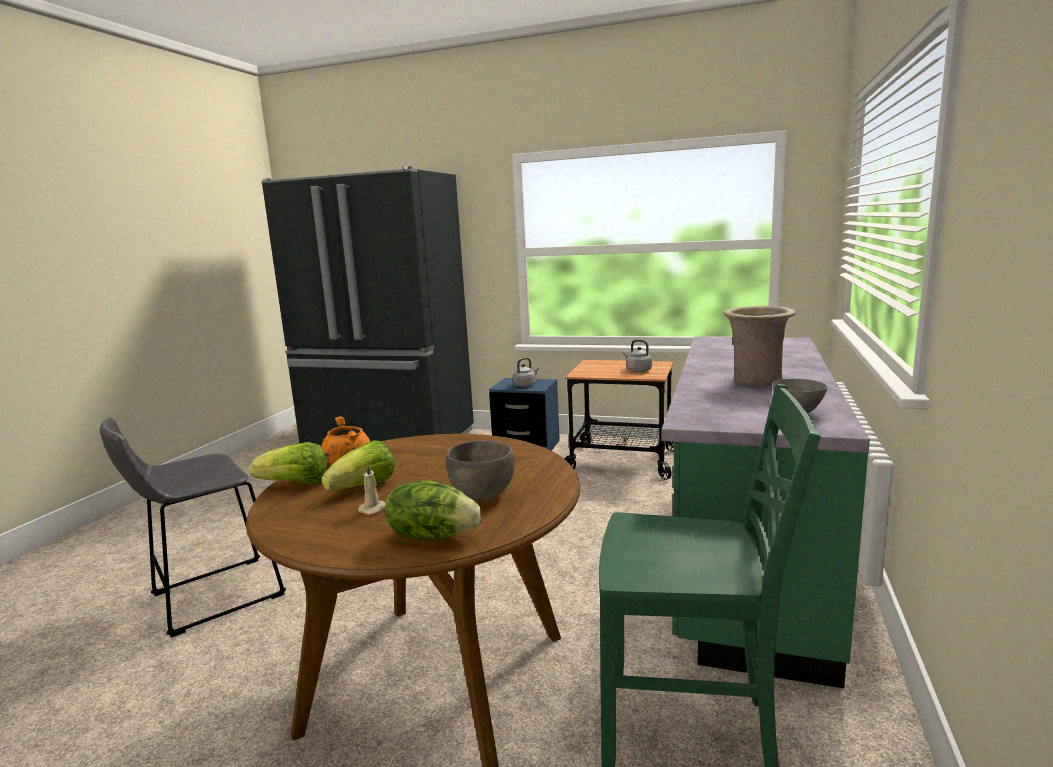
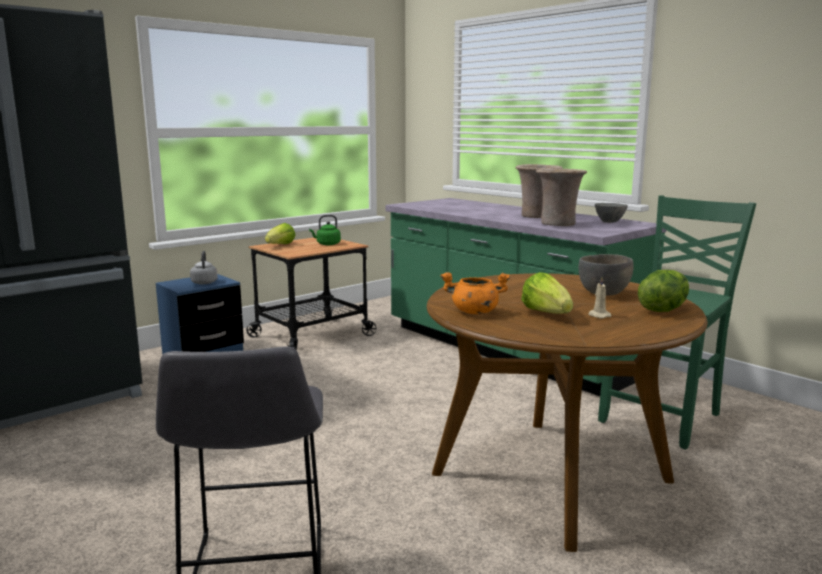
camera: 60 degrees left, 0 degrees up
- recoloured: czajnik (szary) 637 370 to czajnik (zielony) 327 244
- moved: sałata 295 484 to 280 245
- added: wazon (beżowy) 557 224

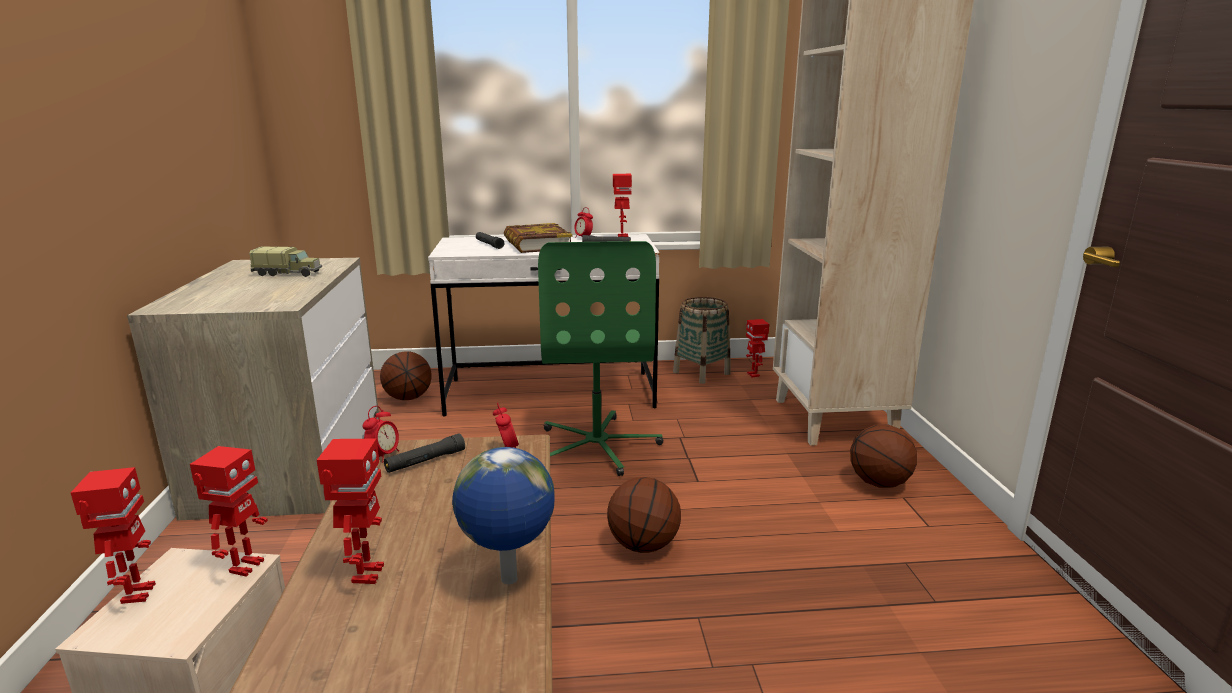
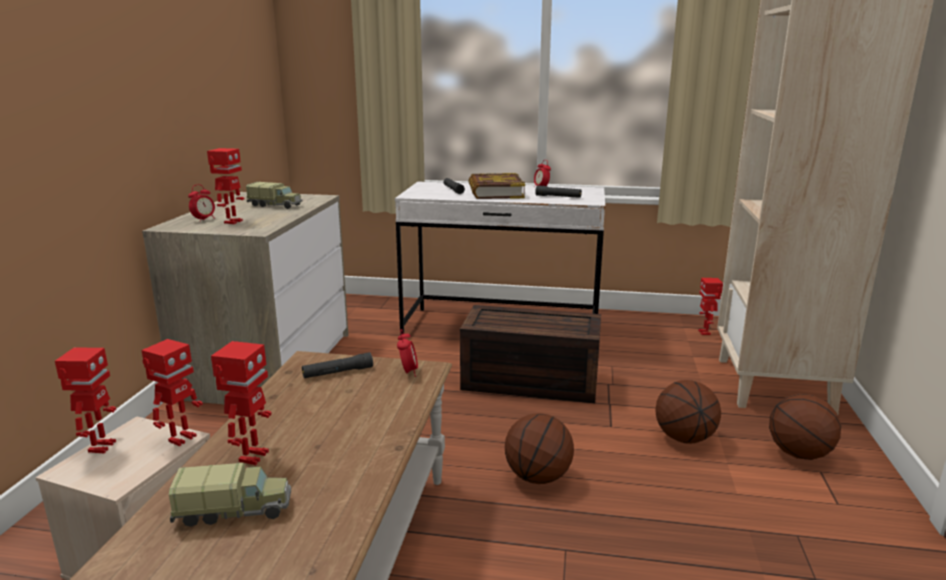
camera: 15 degrees right, 0 degrees up
- moved: robot zabawkowy 622 236 to 232 222
- replaced: krzesło biurowe (zielony) 598 445 to pojemnik do przechowywania (brązowy) 528 382
- removed: koszyk 701 373
- moved: piłka do koszykówki 408 398 to 684 437
- moved: budzik 384 456 to 204 220
- removed: globus 509 580
- added: ciężarówka zabawkowa 234 510

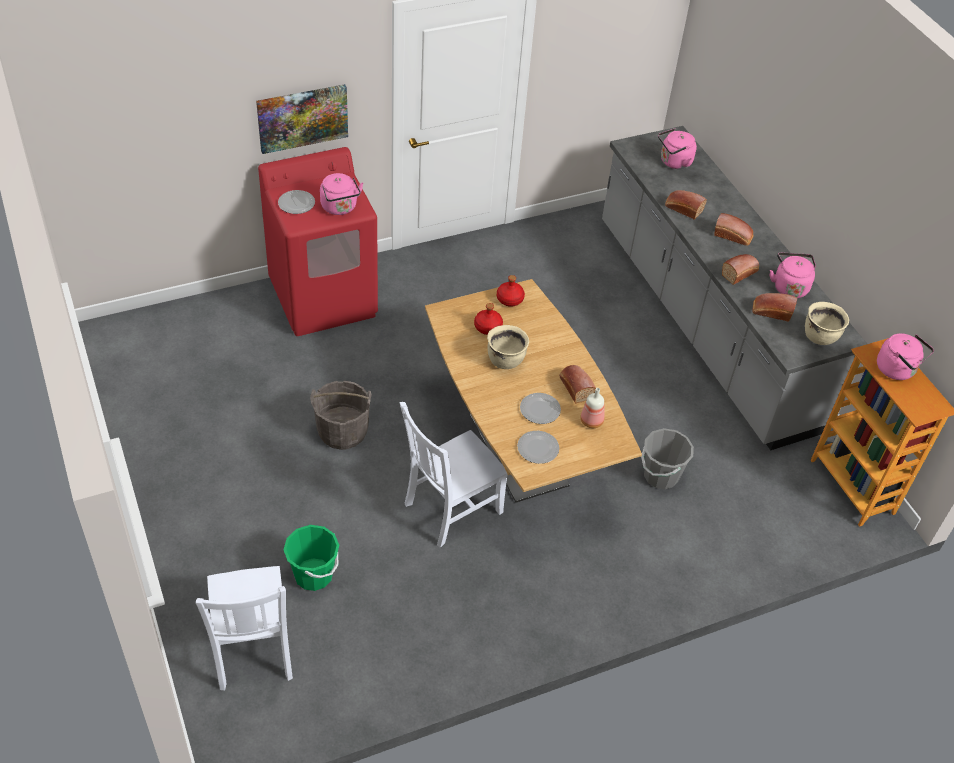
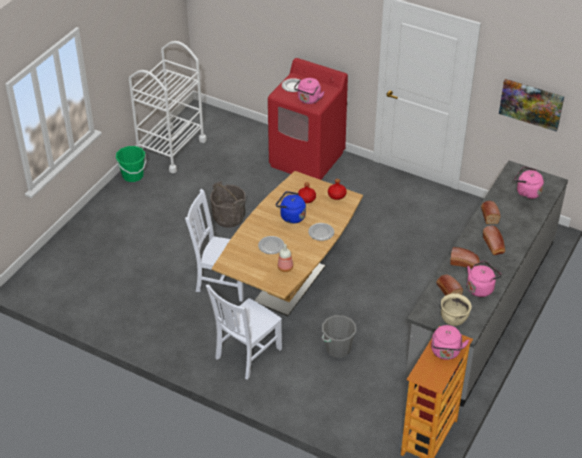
camera: 55 degrees right, 5 degrees down
- moved: obraz 302 117 to 531 104
- replaced: garnek (beżowy) 505 360 to czajnik (niebieski) 291 216
- removed: chleb 575 387
- moved: talerz 538 448 to 321 233
- moved: wiadro (zielony) 313 575 to 133 175
- moved: krzesło (biały) 253 650 to 246 354
- added: wózek (biały) 171 149

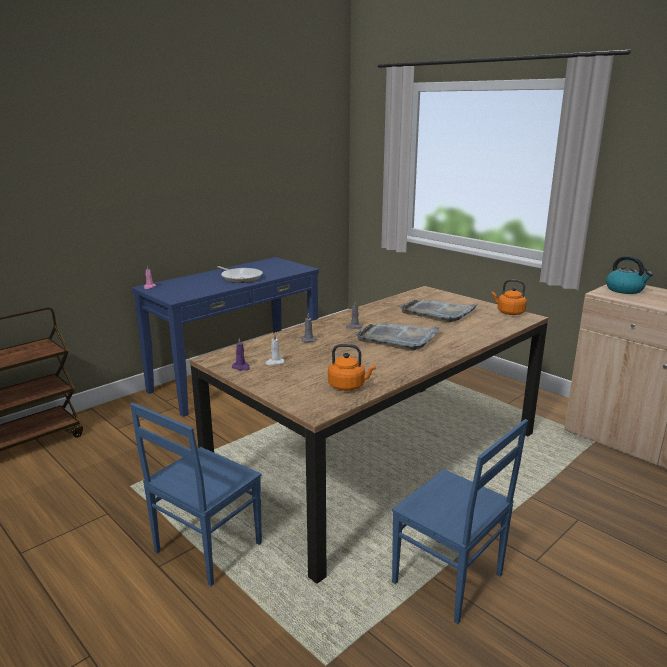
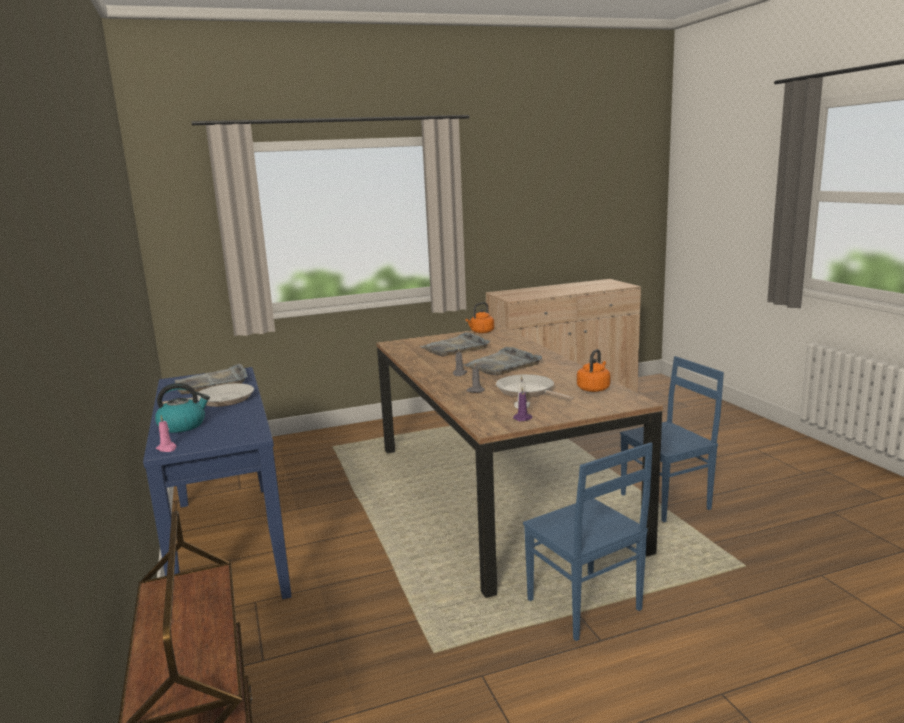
camera: 65 degrees left, 5 degrees down
- moved: czajnik 625 290 to 183 425
- added: taca (szary) 212 382
- added: patelnia 527 391

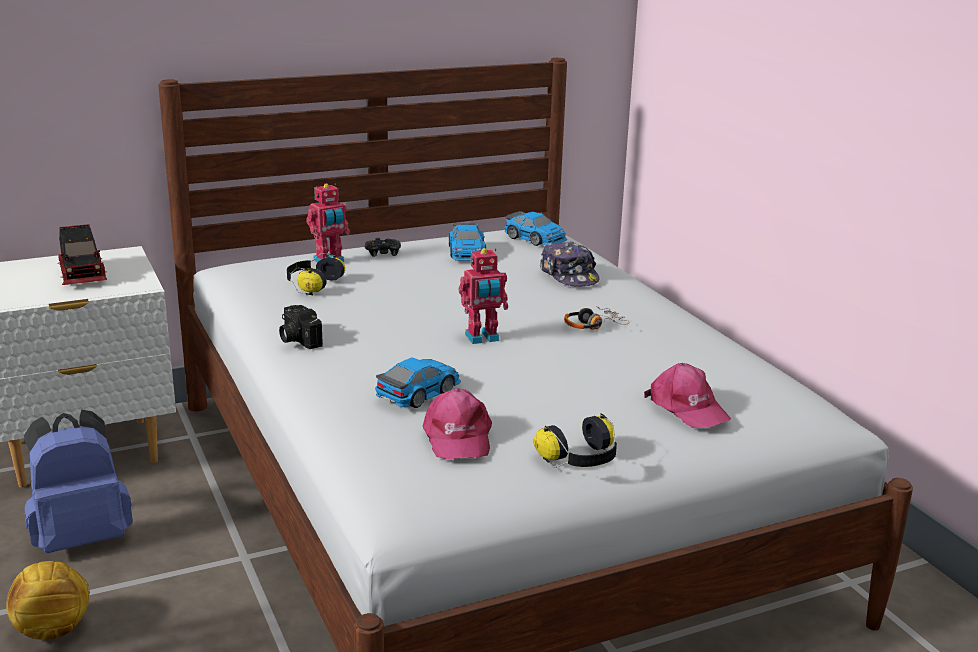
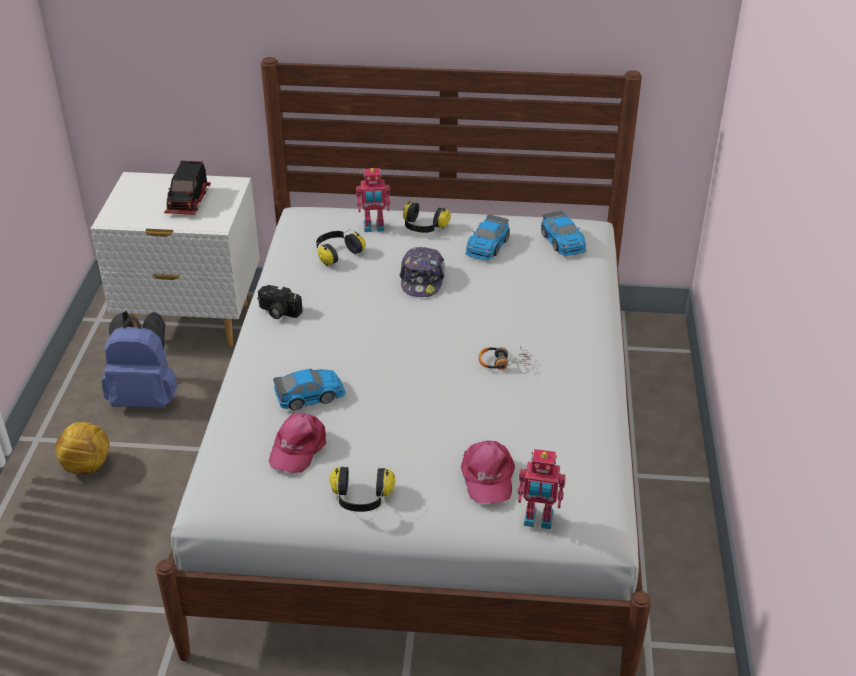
camera: 30 degrees right, 15 degrees up
- replaced: pad do gier (czarny) 383 252 to słuchawki 423 227
- moved: czapka z daszkiem 569 275 to 422 280
- moved: robot zabawkowy 482 338 to 538 520
- turned: aparat fotograficzny 297 339 = 278 312 60 degrees counterclockwise

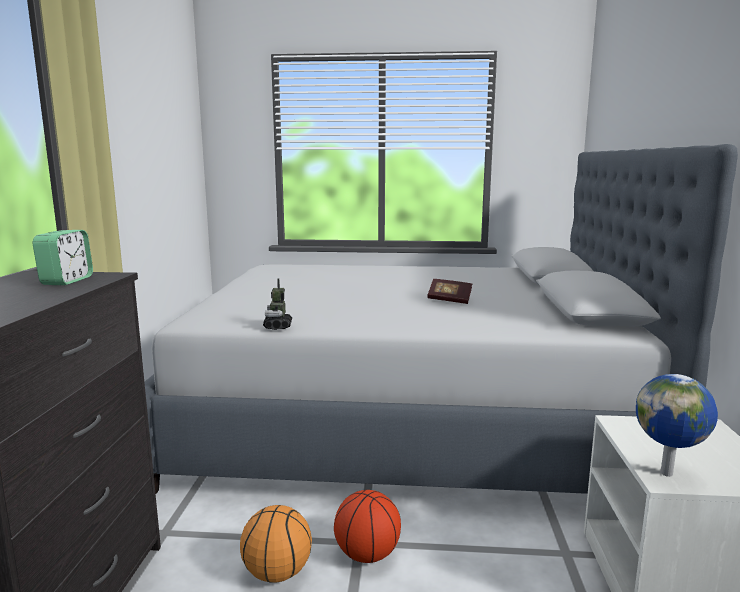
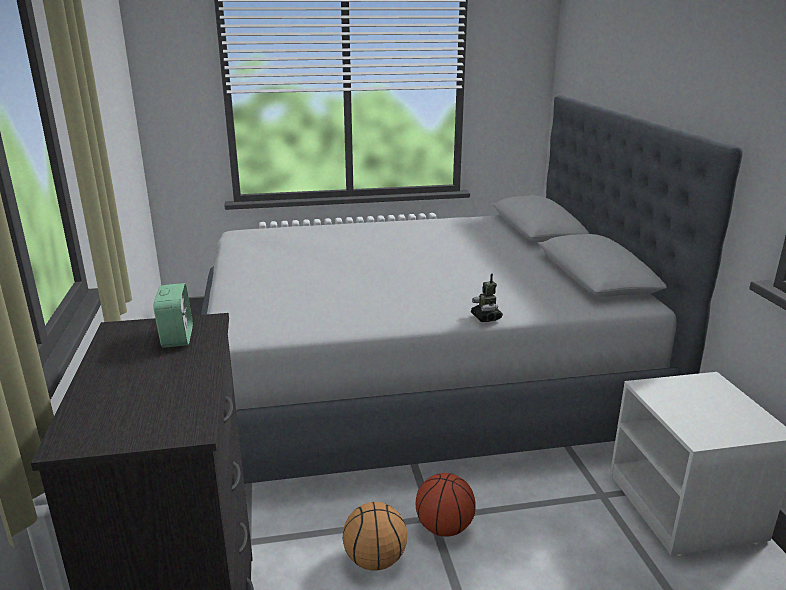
camera: 15 degrees left, 10 degrees up
- moved: robot zabawkowy 278 326 to 486 317
- removed: książka 449 300
- removed: globus 668 473

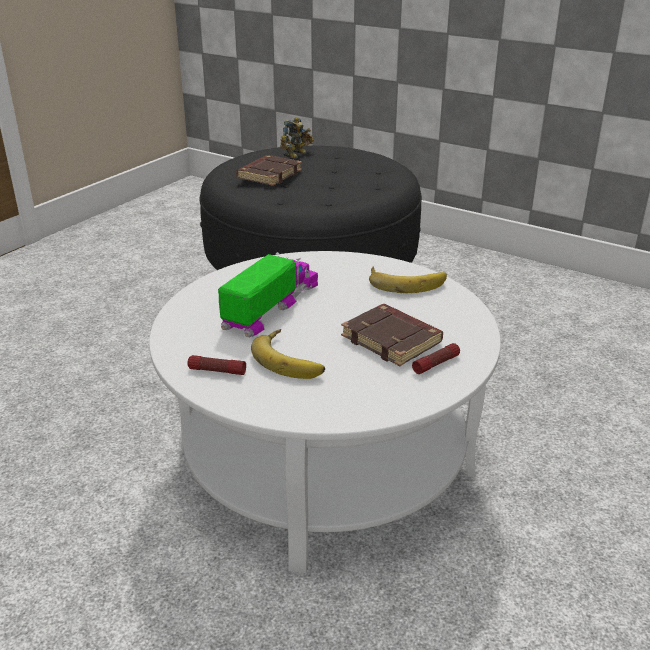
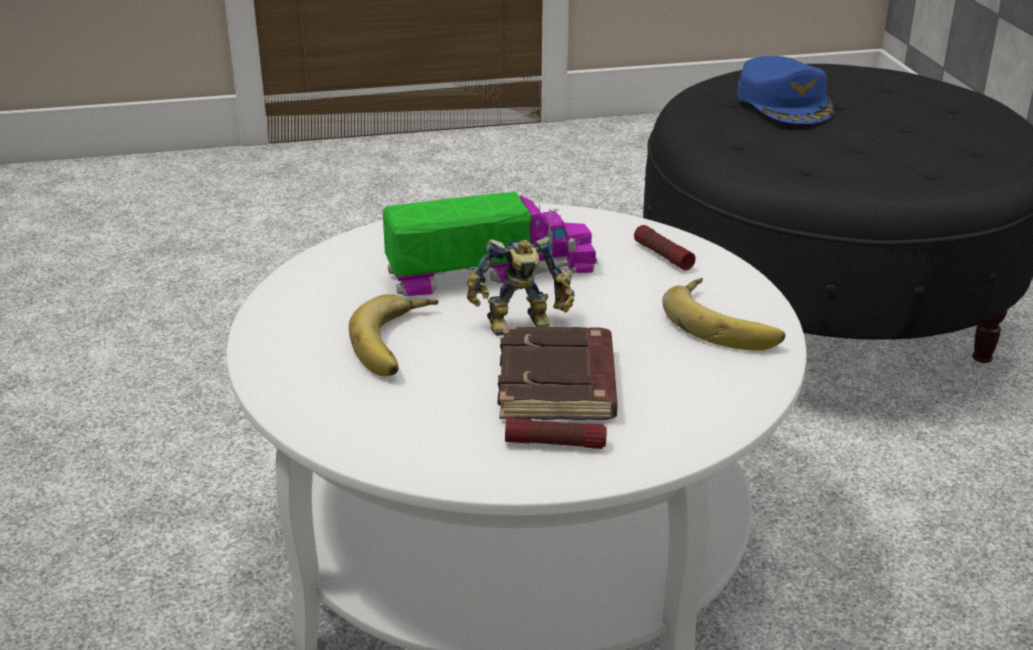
camera: 45 degrees right, 0 degrees up
- moved: robot zabawkowy 297 154 to 522 325
- replaced: książka (brązowy) 269 175 to czapka z daszkiem (niebieski) 785 102
- moved: latarka 217 371 to 662 256

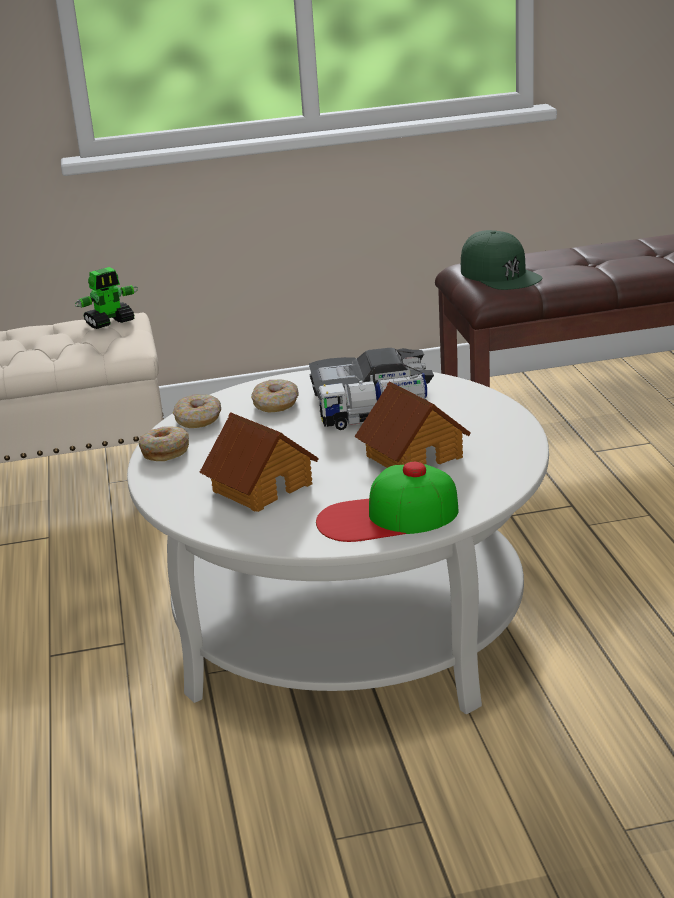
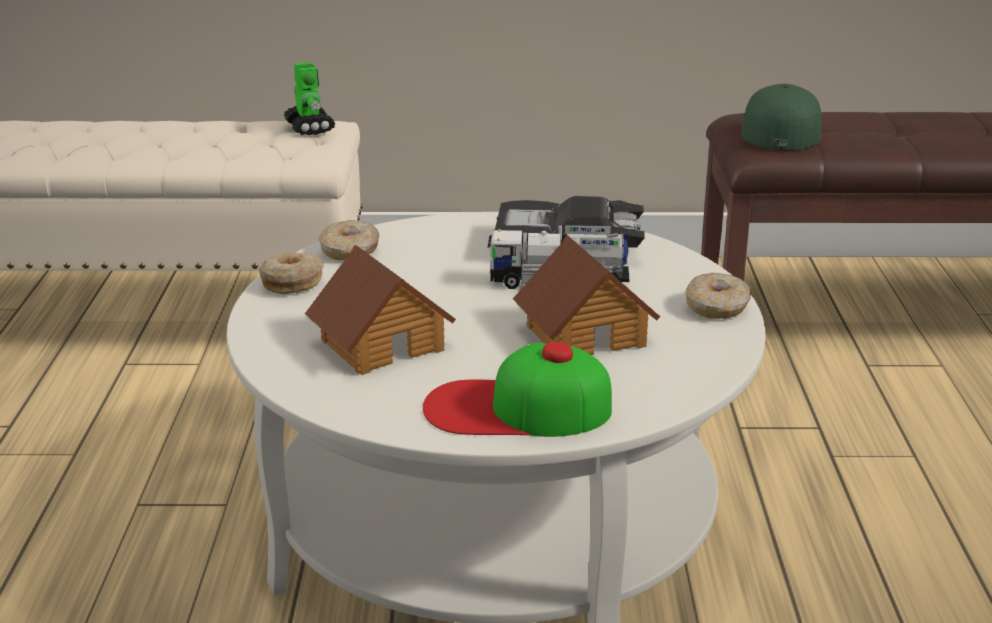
camera: 10 degrees right, 0 degrees up
- turned: czapka z daszkiem (zielony) 500 274 = 780 131 150 degrees counterclockwise
- turned: robot zabawkowy 110 322 = 309 127 90 degrees counterclockwise
- moved: donut 276 404 to 717 307

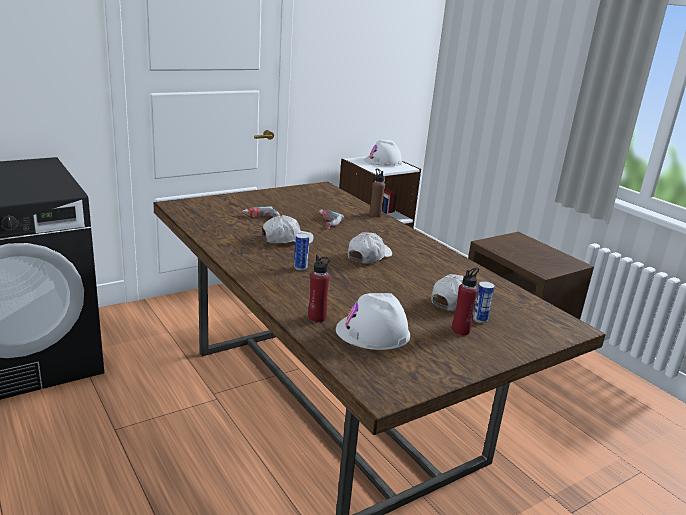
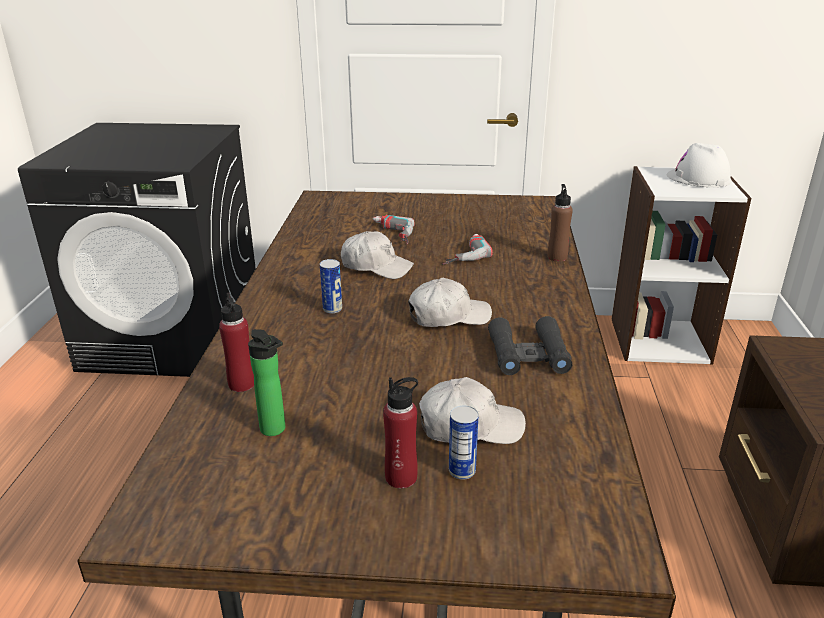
camera: 40 degrees right, 5 degrees up
- replaced: kask (biały) 373 332 to butelka 275 430
- added: lornetka (czarny) 528 354

